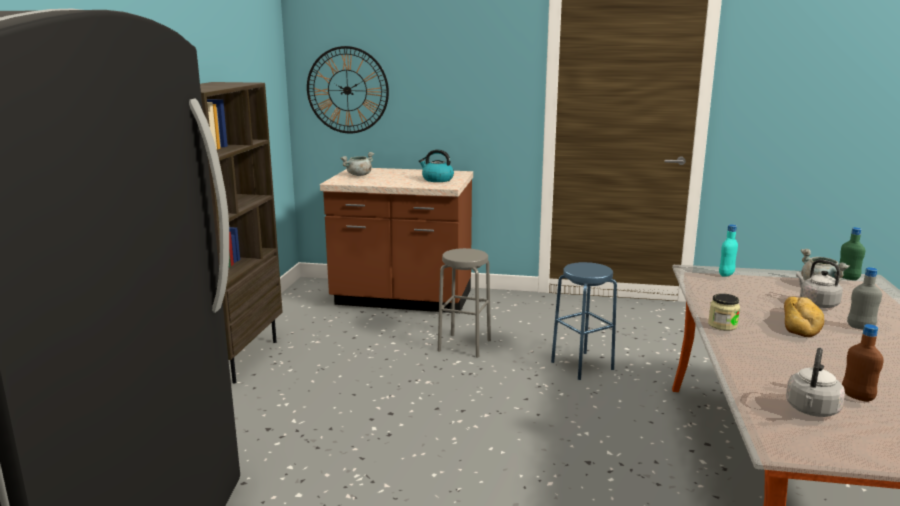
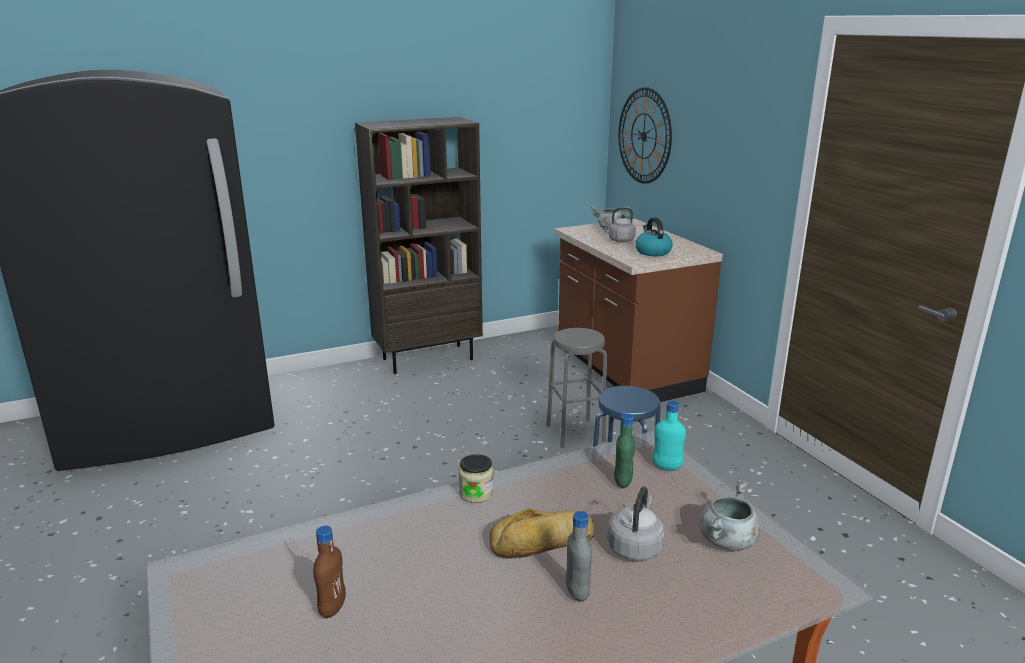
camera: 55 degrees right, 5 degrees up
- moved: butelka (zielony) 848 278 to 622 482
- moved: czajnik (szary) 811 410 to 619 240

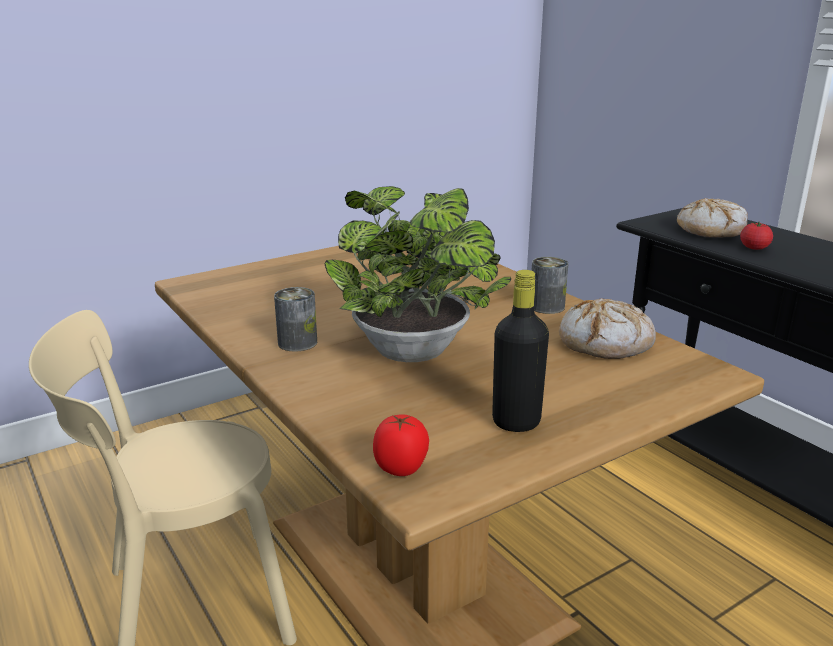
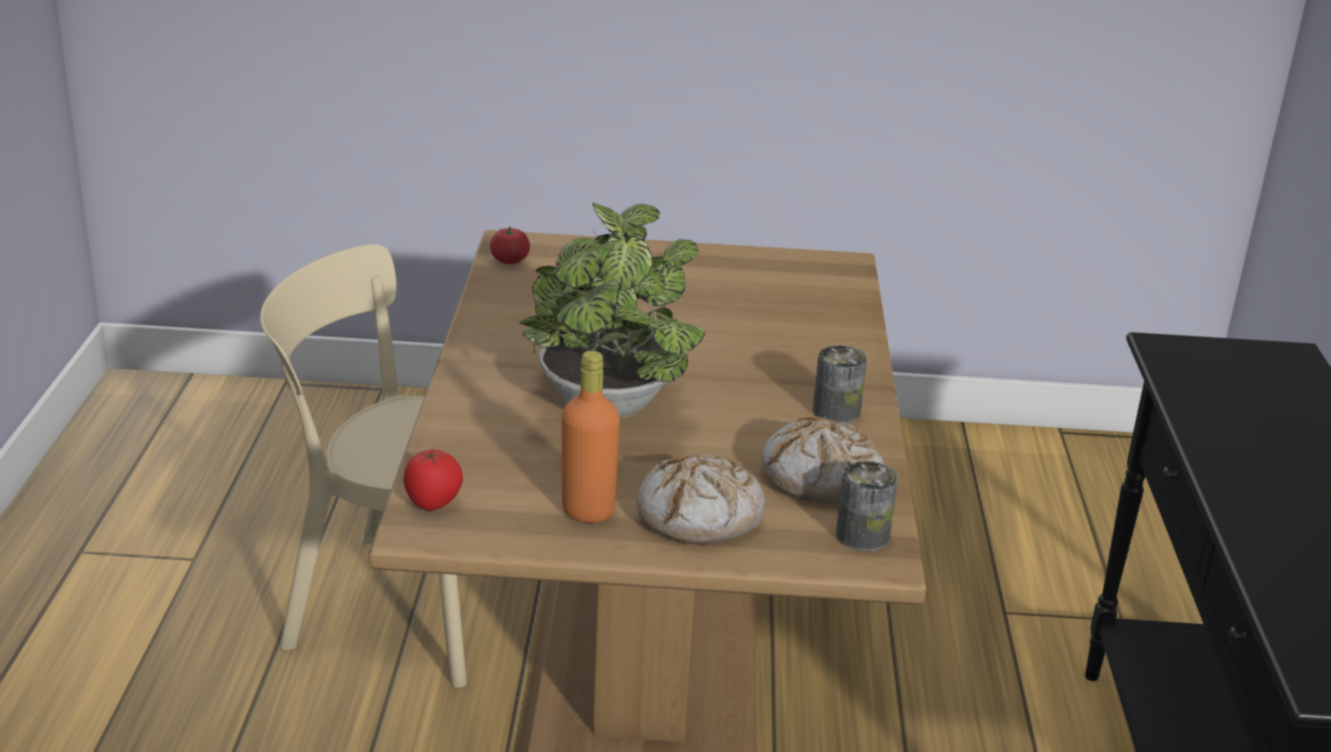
camera: 35 degrees right, 5 degrees up
- moved: chleb 710 230 to 700 515
- moved: pomidor 754 248 to 510 261
- recoloured: butelka (czarny) 516 422 to butelka (pomarańczowy) 588 511
- moved: puszka 297 342 to 862 536

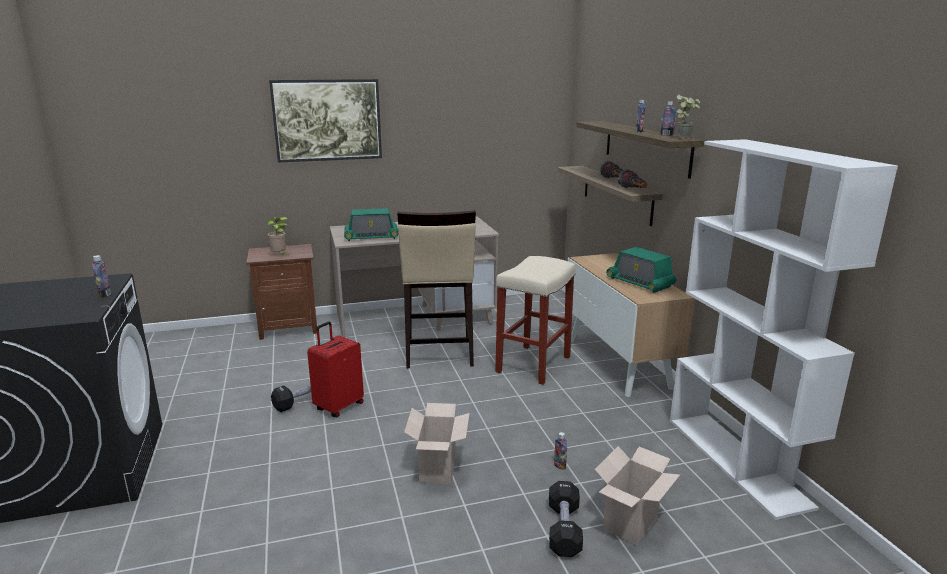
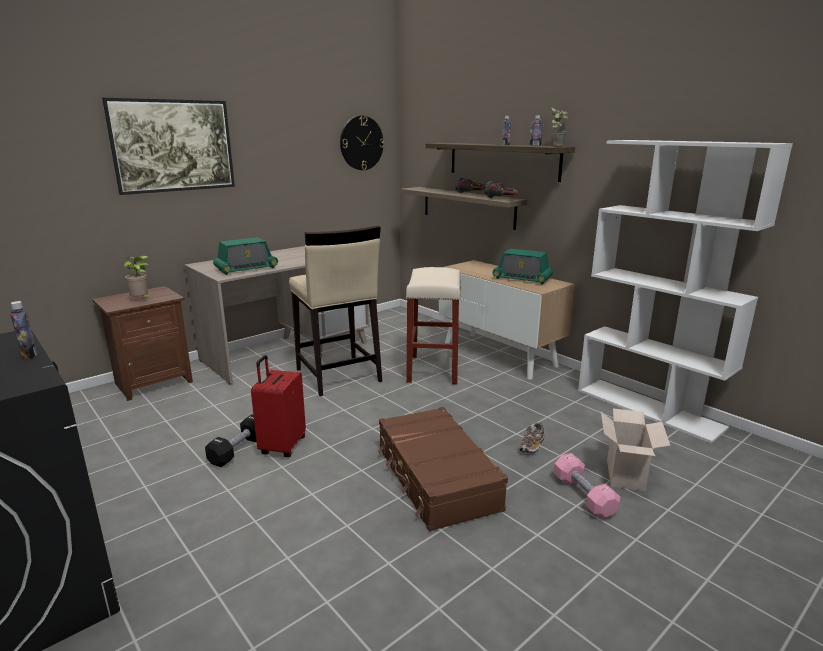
camera: 25 degrees left, 0 degrees up
- replaced: karton 439 470 to walizka (brązowy) 435 478
- replaced: butelka 559 466 to but 532 446
- recoloured: hantel (czarny) 564 529 to hantel (różowy) 583 496
- added: zegar ścienny 361 143

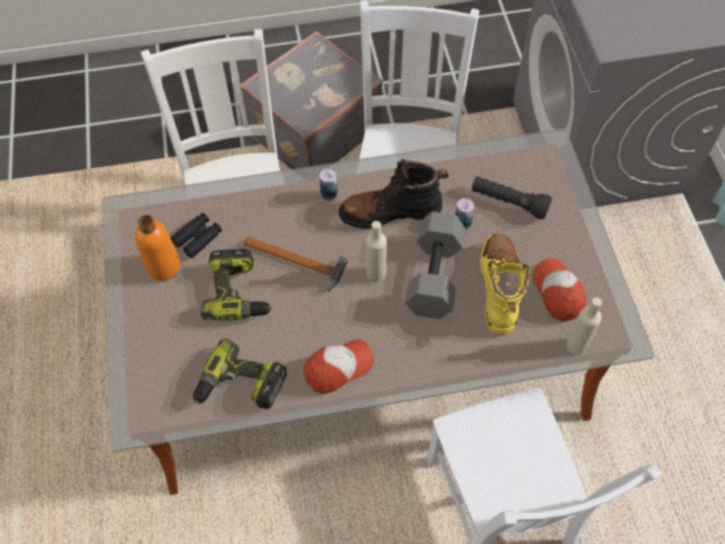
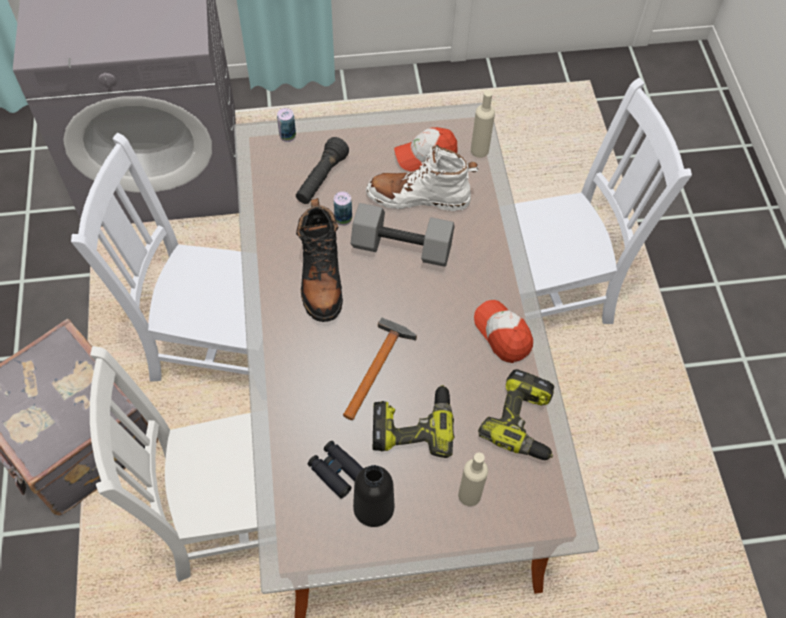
camera: 90 degrees left, 0 degrees up
- moved: puszka 329 195 to 287 136
- recoloured: butelka (pomarańczowy) 163 266 to butelka (czarny) 373 508
- moved: butelka (beżowy) 376 273 to 469 495
- recoloured: but z cholewką (żółty) 499 288 to but z cholewką (biały) 418 197

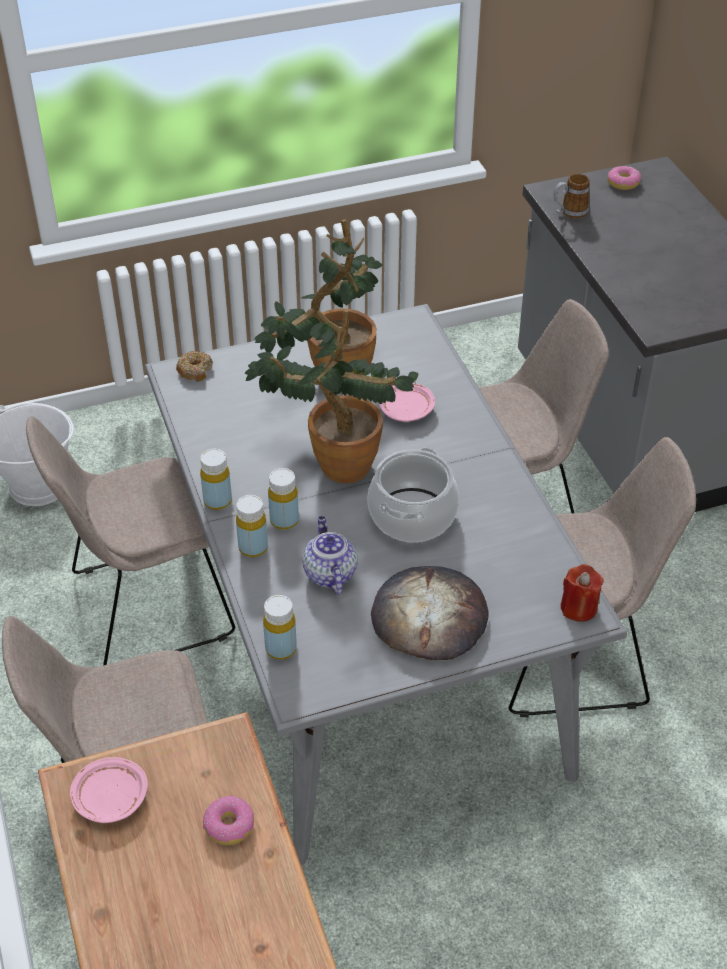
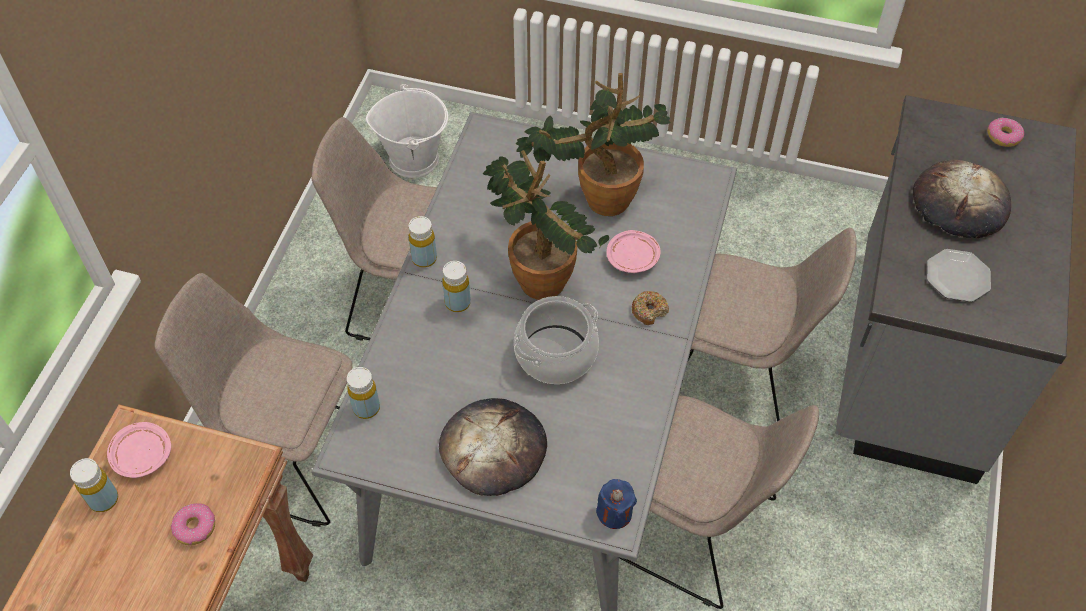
camera: 35 degrees right, 10 degrees up
- removed: kubek 569 213
- moved: donut 195 370 to 649 311
- moved: butelka (żółty) 253 547 to 103 499
- removed: imbryk 329 573
- recoloured: świeca (czerwony) 578 607 to świeca (niebieski) 614 513
- added: chleb 959 204
- added: talerz 957 277

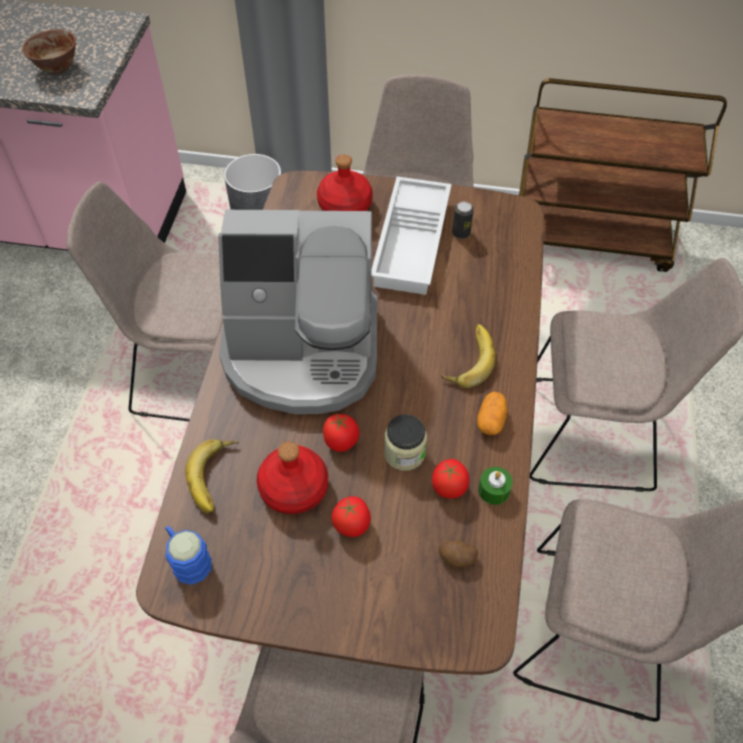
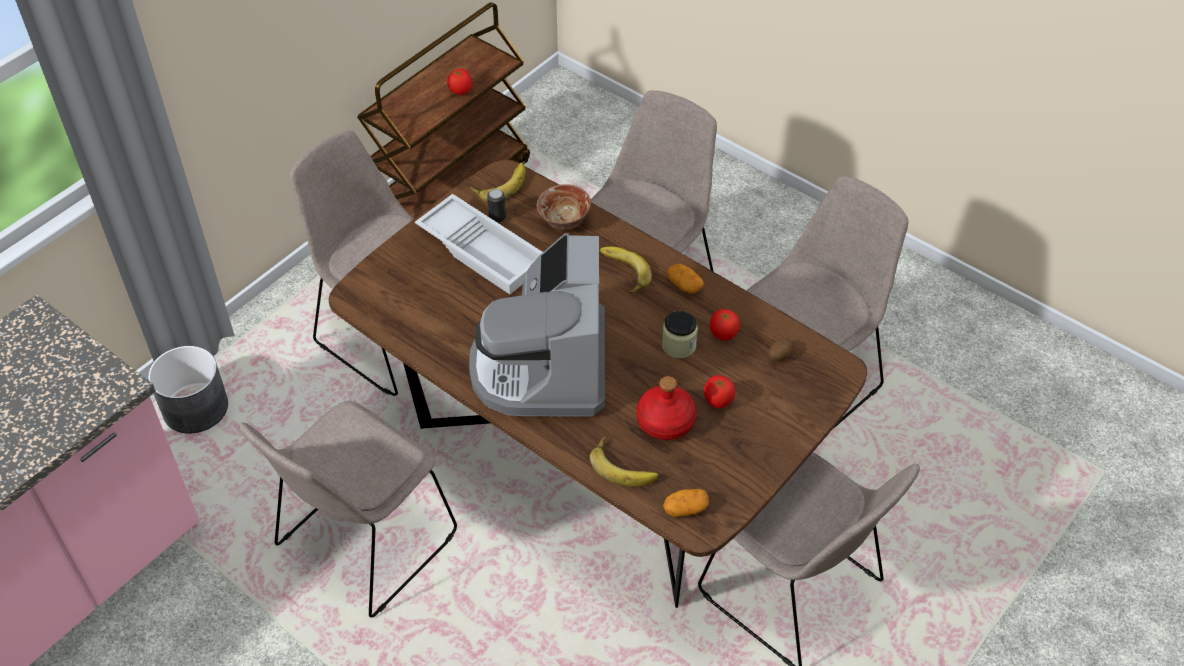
camera: 60 degrees left, 5 degrees down
- moved: miska 57 67 to 564 222
- removed: butelka (czerwony) 344 206
- turned: ekspres do kawy 302 352 = 542 365 150 degrees clockwise
- moved: pomidor 341 441 to 460 91
- removed: świeca (zielony) 494 490
- replaced: kubek (niebieski) 187 559 to ziemniak 685 509
- added: banan 500 184

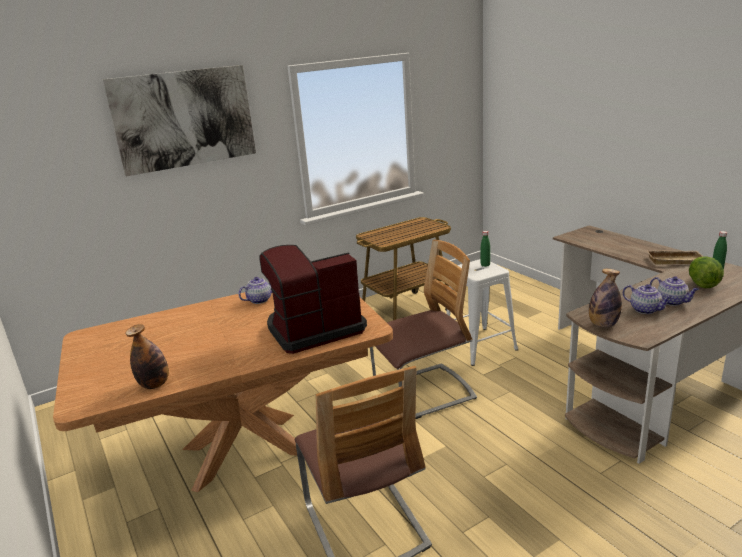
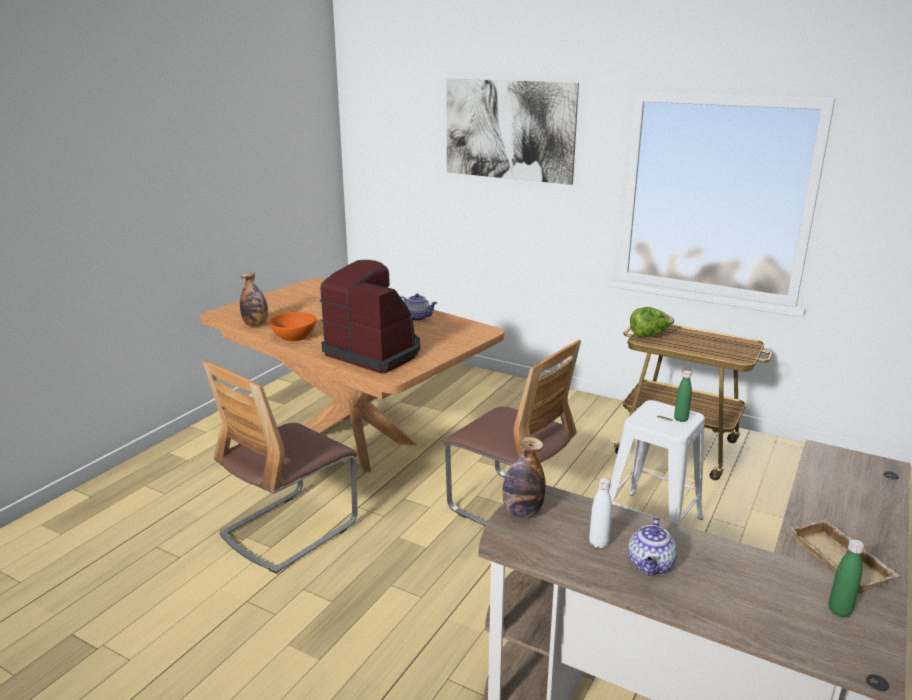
camera: 60 degrees right, 0 degrees up
- moved: sałata 702 284 to 649 335
- replaced: imbryk 645 310 to butelka (biały) 598 543
- added: miska (pomarańczowy) 294 336

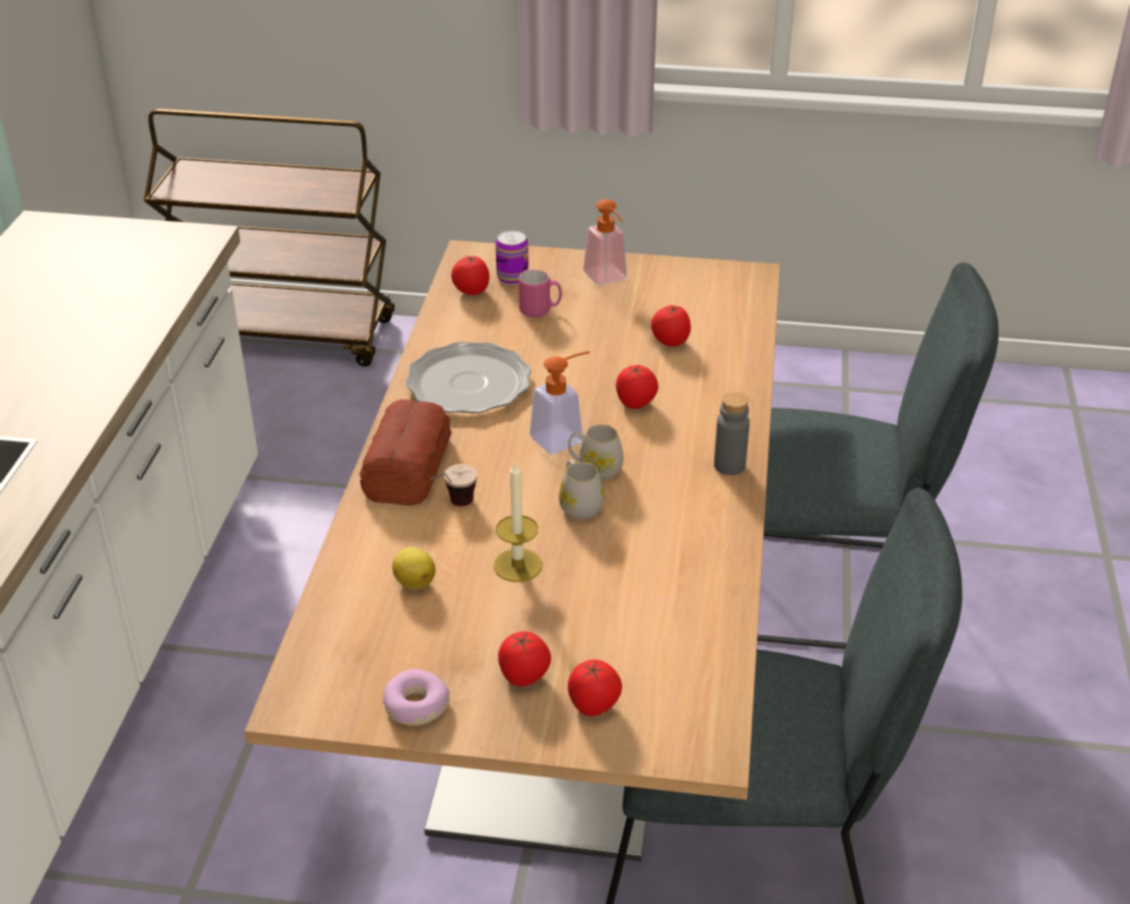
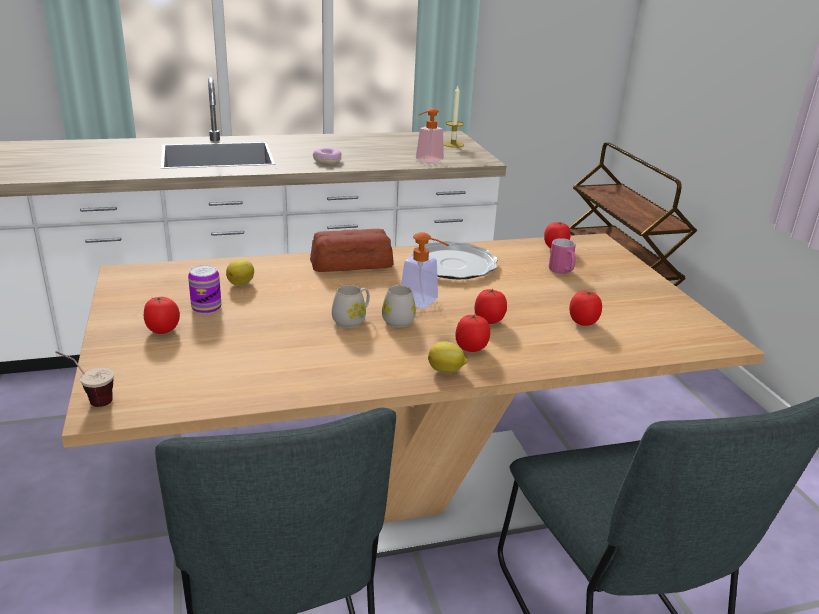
camera: 65 degrees right, 10 degrees down
- moved: dozownik mydła 608 279 to 426 161
- moved: puszka 512 277 to 206 308
- replaced: butelka (szary) 729 465 to cytryna 446 371
- moved: świeca 518 565 to 453 144
- moved: filiżanka 453 507 to 89 399
- moved: pomidor 594 706 to 471 349
- moved: donut 416 706 to 327 161

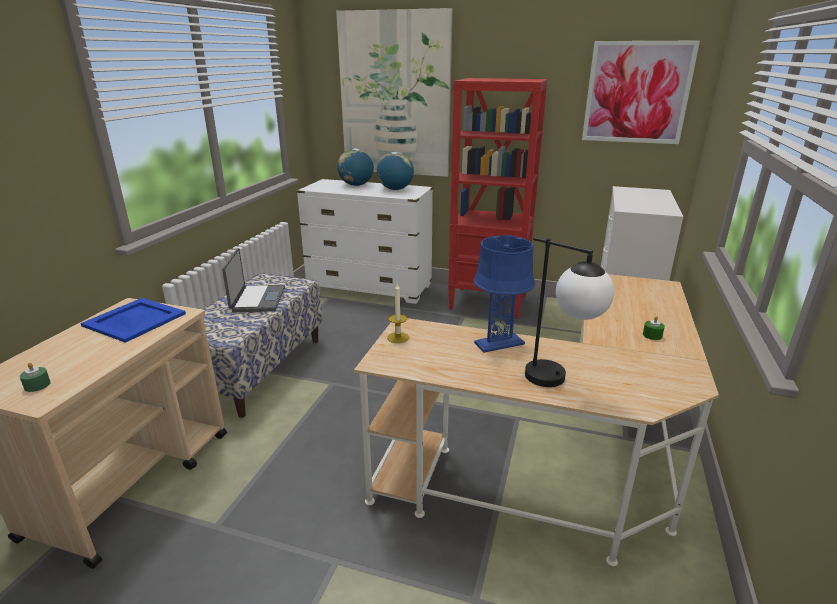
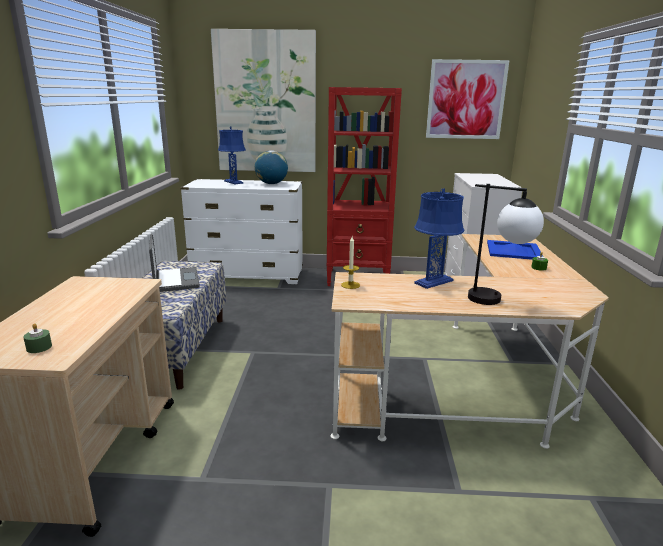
camera: 15 degrees left, 5 degrees down
- replaced: globus 356 185 to lampa stołowa (niebieski) 233 182
- moved: taca (niebieski) 135 319 to 513 250

